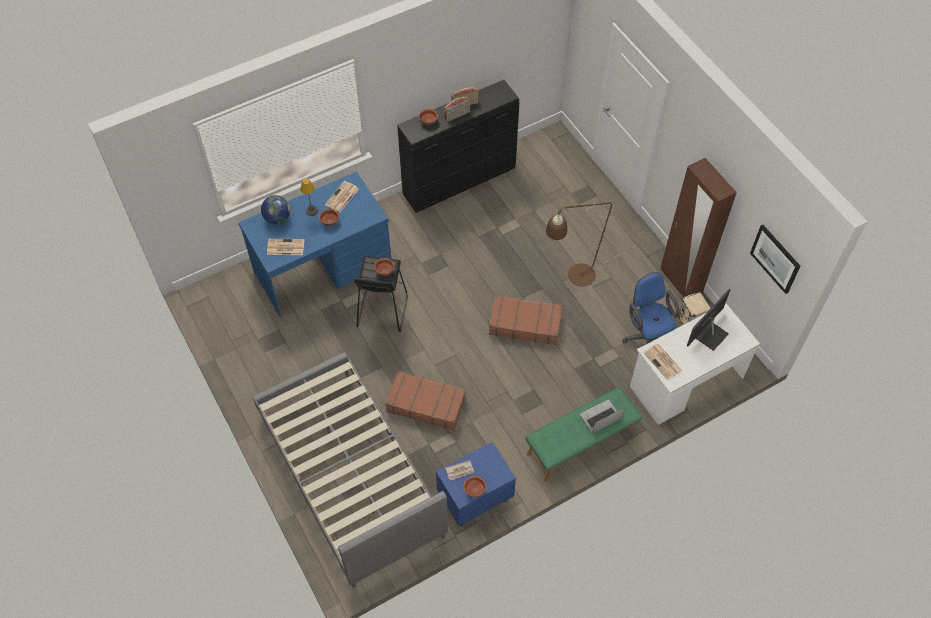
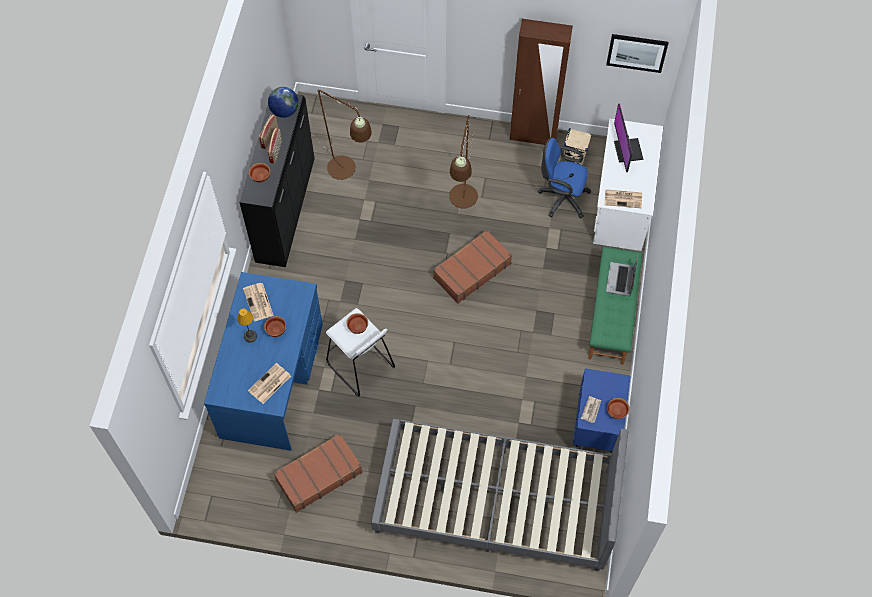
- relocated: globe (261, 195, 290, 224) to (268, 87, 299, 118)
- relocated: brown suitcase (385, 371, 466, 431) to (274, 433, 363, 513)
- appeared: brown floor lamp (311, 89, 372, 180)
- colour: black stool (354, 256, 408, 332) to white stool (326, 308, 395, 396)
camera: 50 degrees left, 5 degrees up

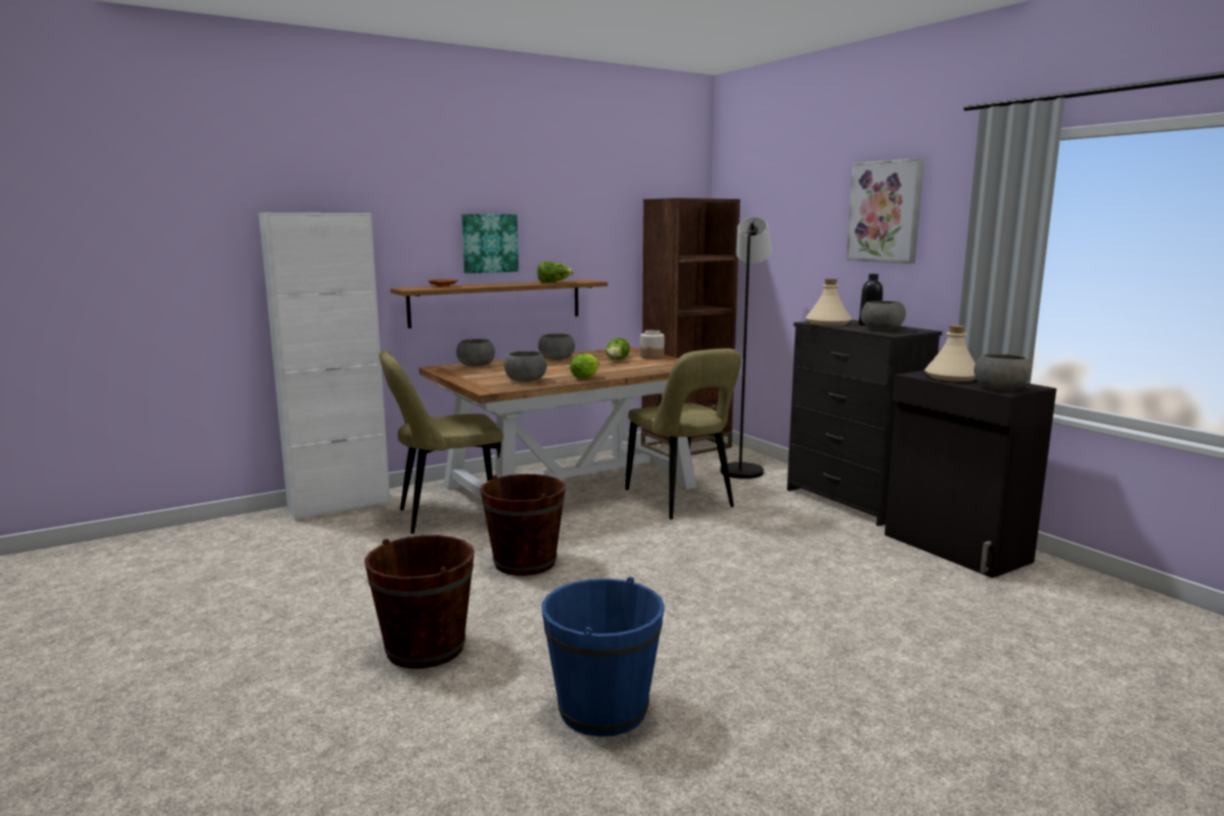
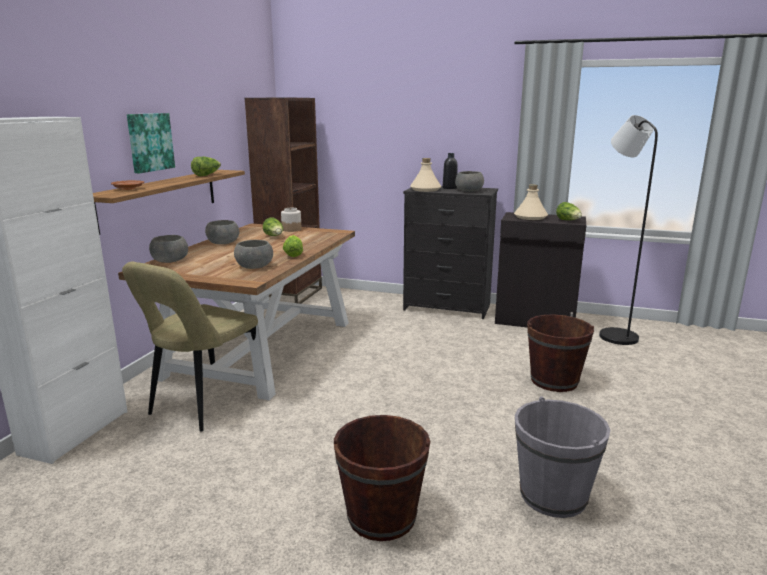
- colour: blue bucket (542, 577, 665, 737) to grey bucket (515, 397, 610, 518)
- relocated: brown bucket (480, 474, 566, 576) to (527, 315, 594, 392)
- exchanged: grey bowl (974, 354, 1032, 390) to lettuce (556, 202, 582, 220)
- relocated: black floor lamp (720, 217, 772, 479) to (599, 115, 658, 345)
- missing: beige chair (625, 348, 741, 520)
- missing: picture (846, 158, 924, 264)
camera: 40 degrees left, 5 degrees up

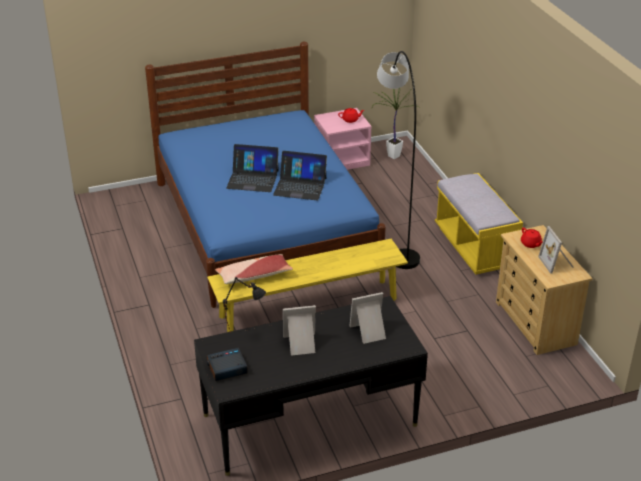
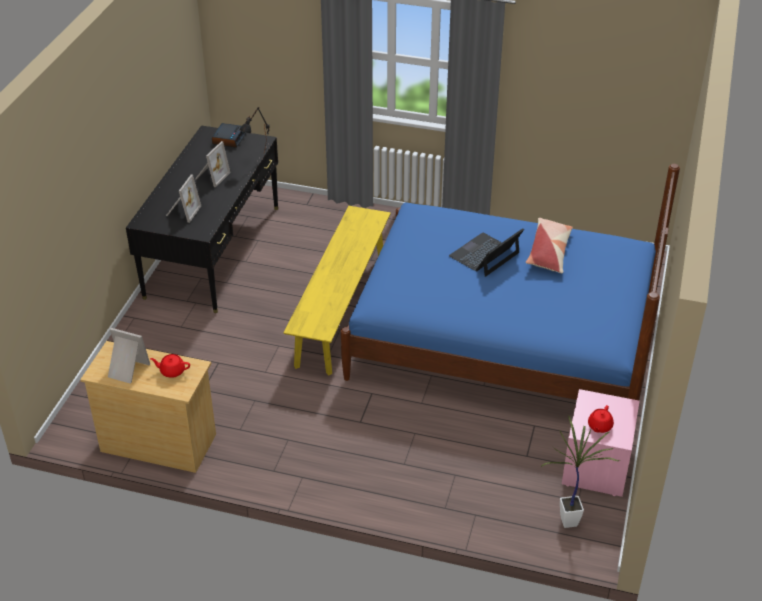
- relocated: pillow (215, 254, 293, 284) to (526, 218, 573, 273)
- missing: laptop (273, 151, 327, 201)
- missing: grey floor lamp (377, 51, 420, 269)
- missing: yellow bench (435, 173, 523, 274)
camera: 125 degrees right, 5 degrees up

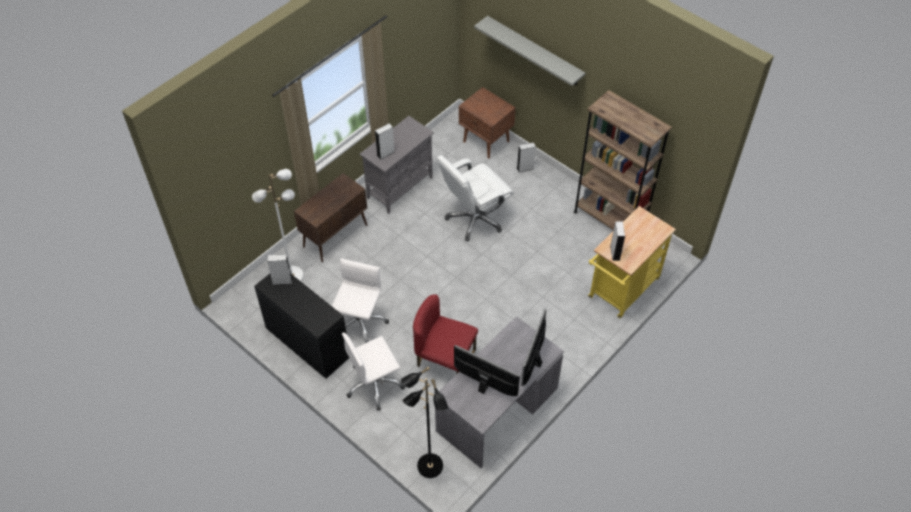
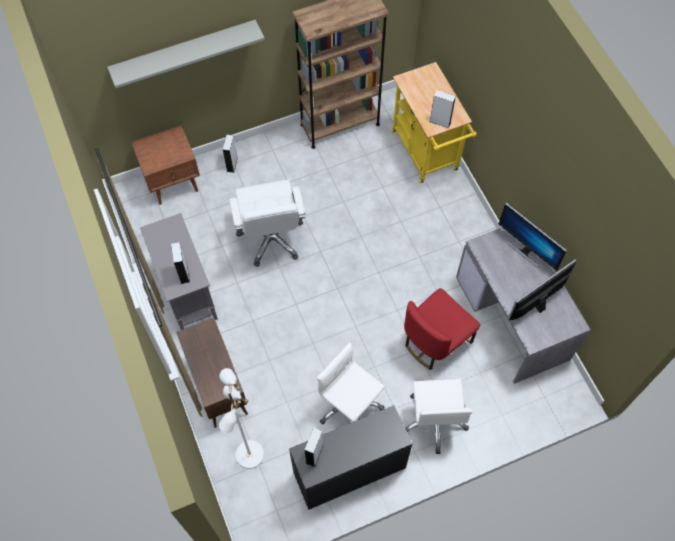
- missing: black floor lamp (401, 366, 448, 478)
camera: 65 degrees left, 10 degrees up

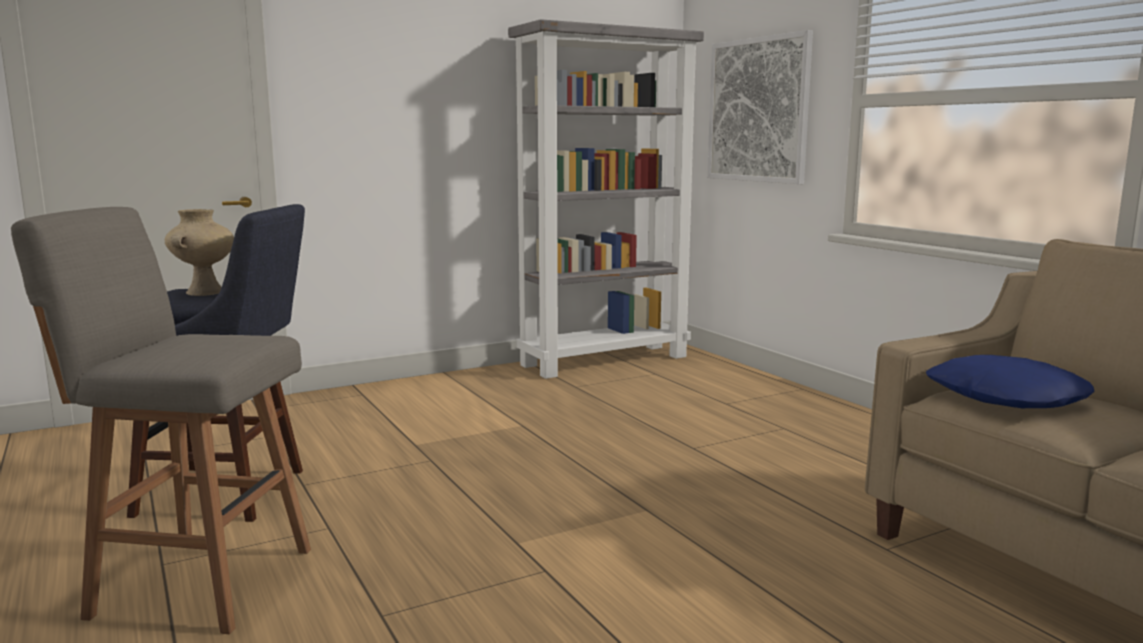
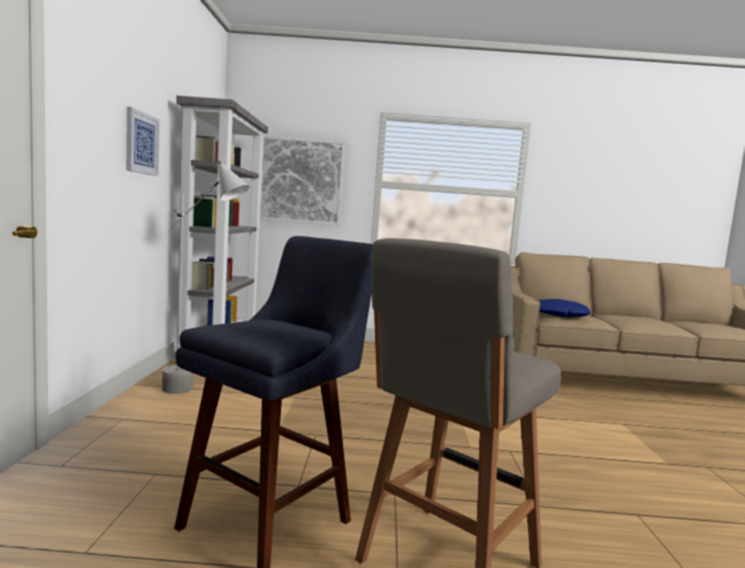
- appeared: picture (126, 107, 160, 176)
- appeared: grey floor lamp (162, 161, 250, 394)
- missing: beige vase (165, 209, 234, 296)
camera: 60 degrees left, 5 degrees down

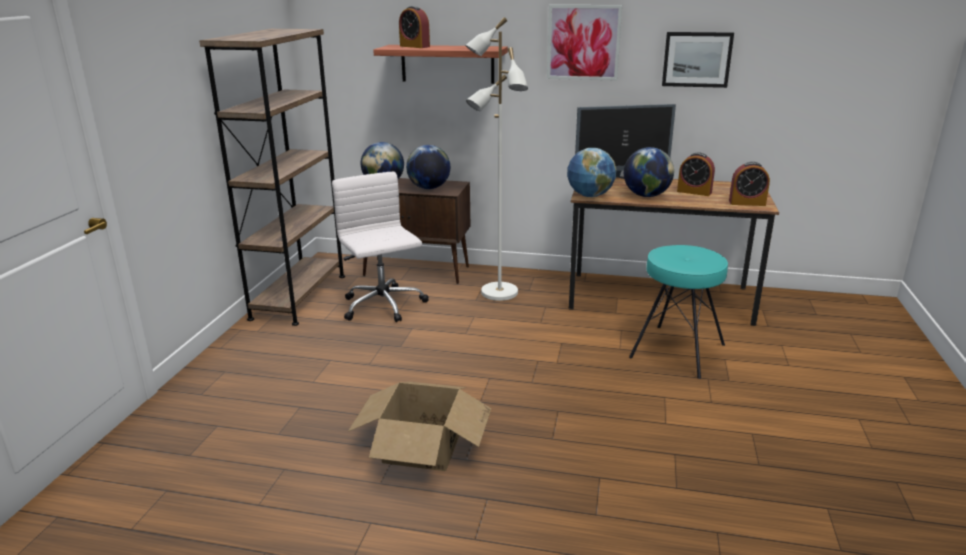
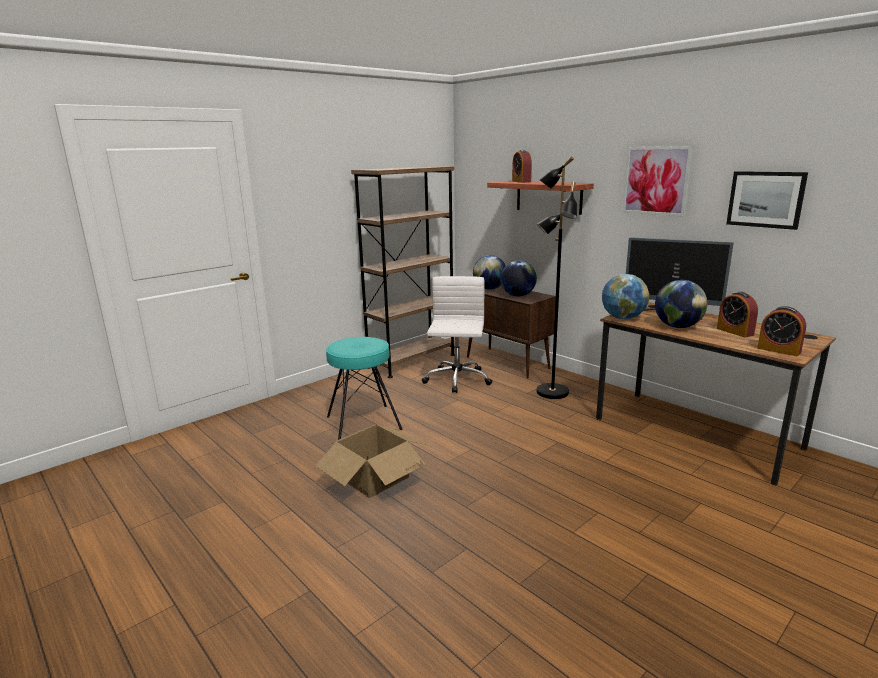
- relocated: turquoise stool (629, 245, 728, 379) to (326, 337, 403, 440)
- colour: white floor lamp (465, 17, 528, 301) to black floor lamp (536, 156, 577, 399)
camera: 35 degrees right, 5 degrees down

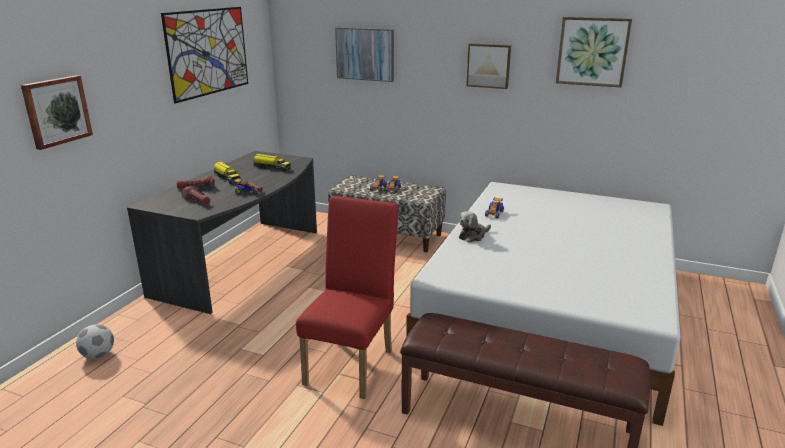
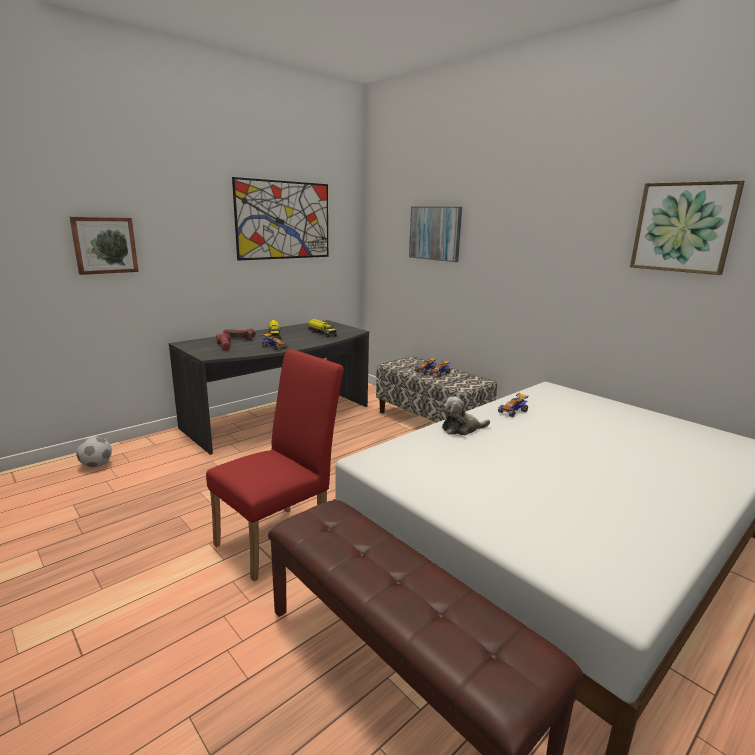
- missing: picture (466, 44, 511, 89)
camera: 25 degrees right, 5 degrees down

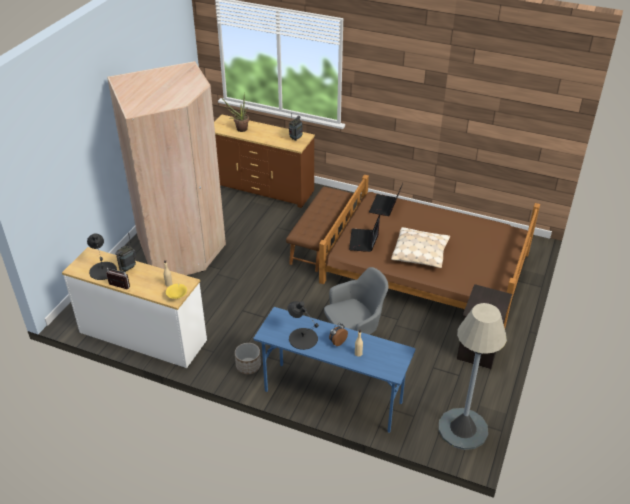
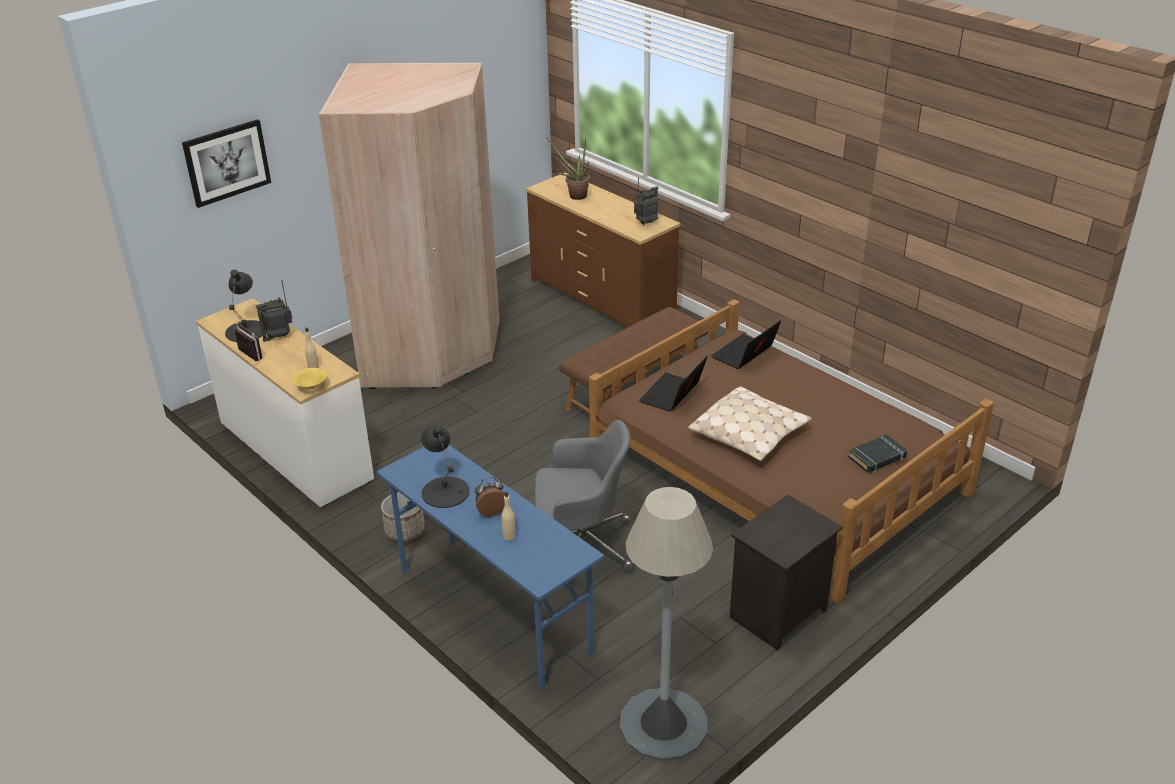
- appeared: picture (182, 119, 271, 208)
- appeared: black book (848, 434, 907, 473)
camera: 25 degrees right, 5 degrees down

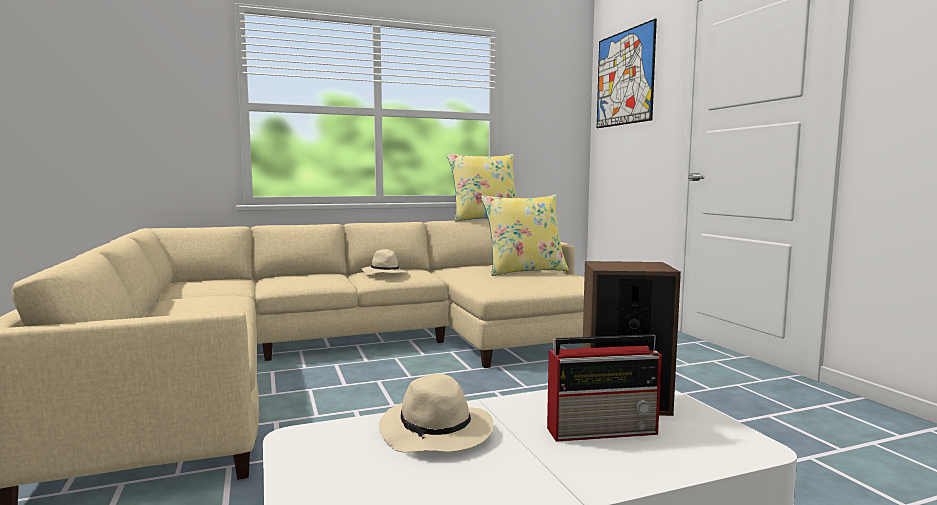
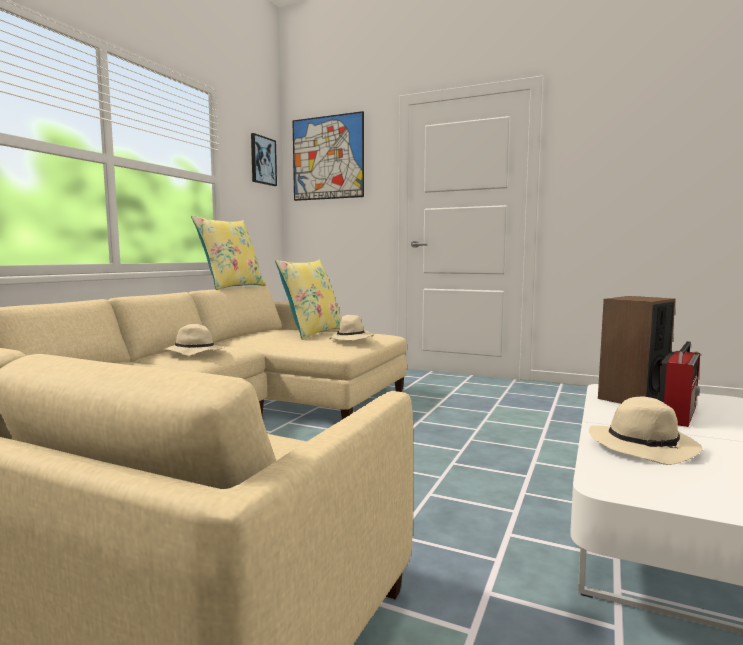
- appeared: picture (251, 133, 277, 186)
- appeared: beige hat (330, 315, 373, 340)
camera: 45 degrees left, 0 degrees up

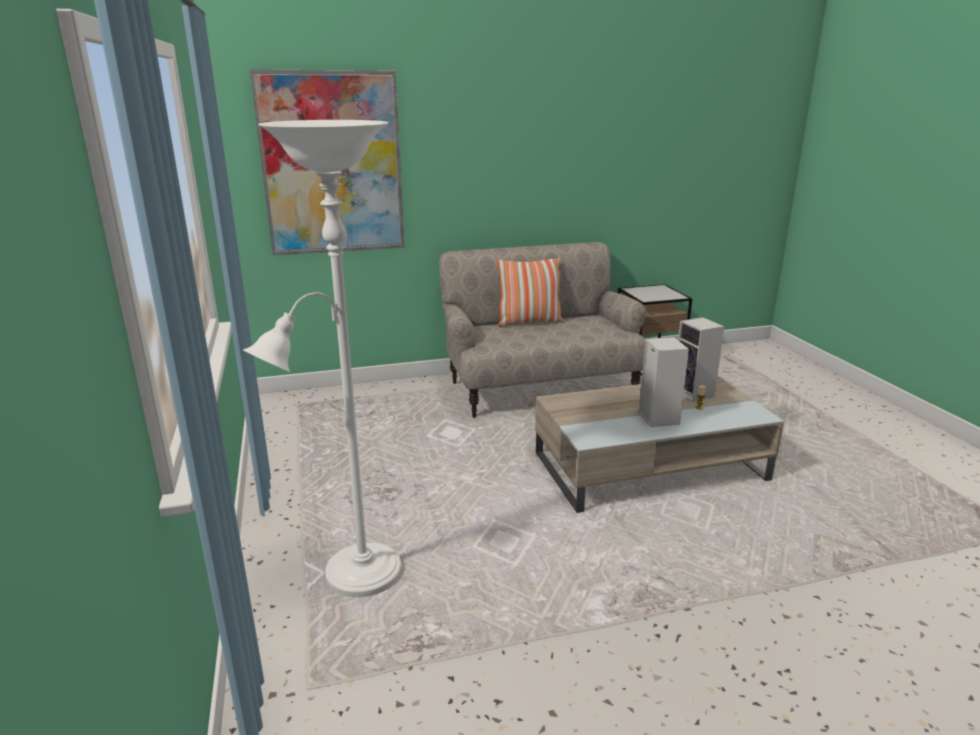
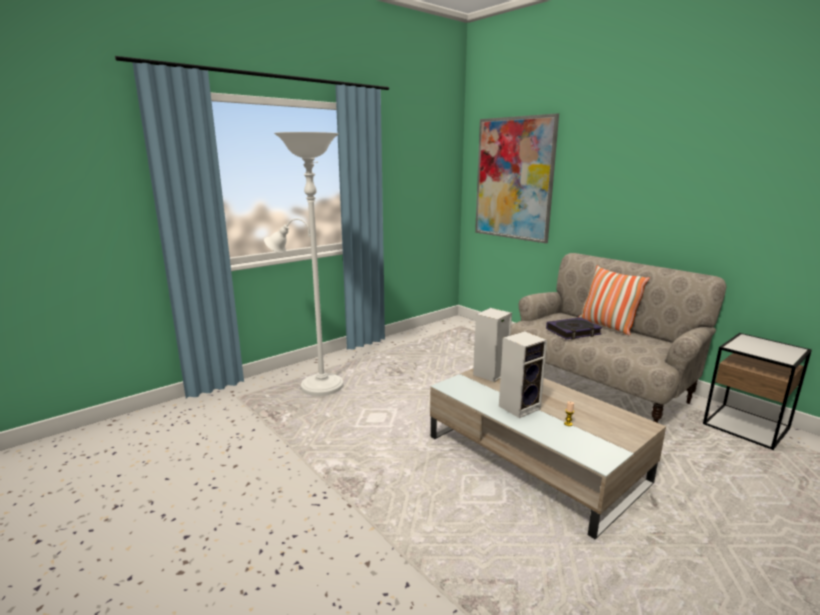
- relocated: speaker (678, 317, 724, 402) to (473, 308, 512, 382)
- appeared: book (546, 317, 602, 340)
camera: 65 degrees right, 5 degrees down

